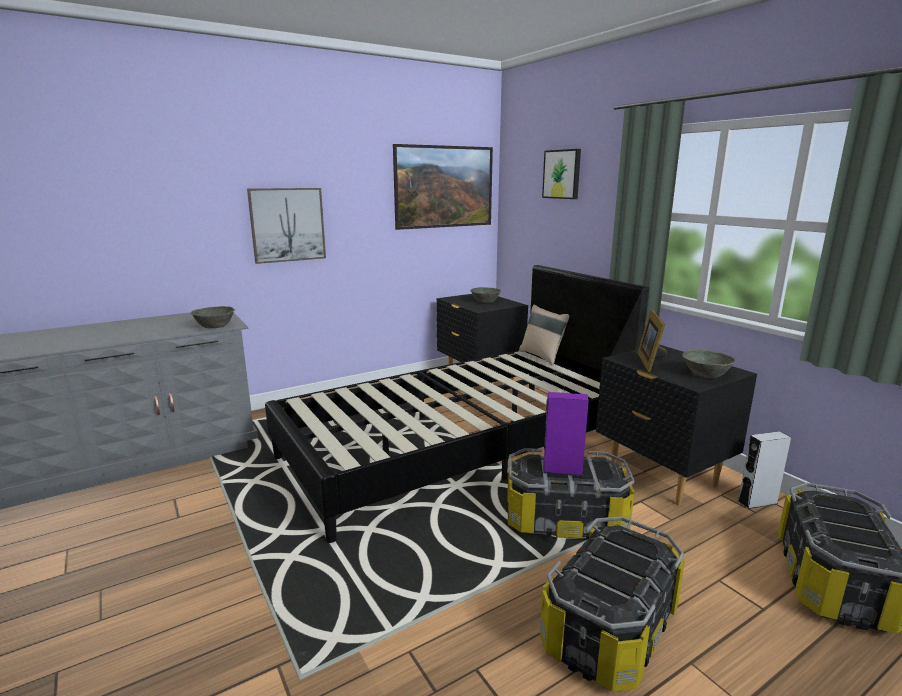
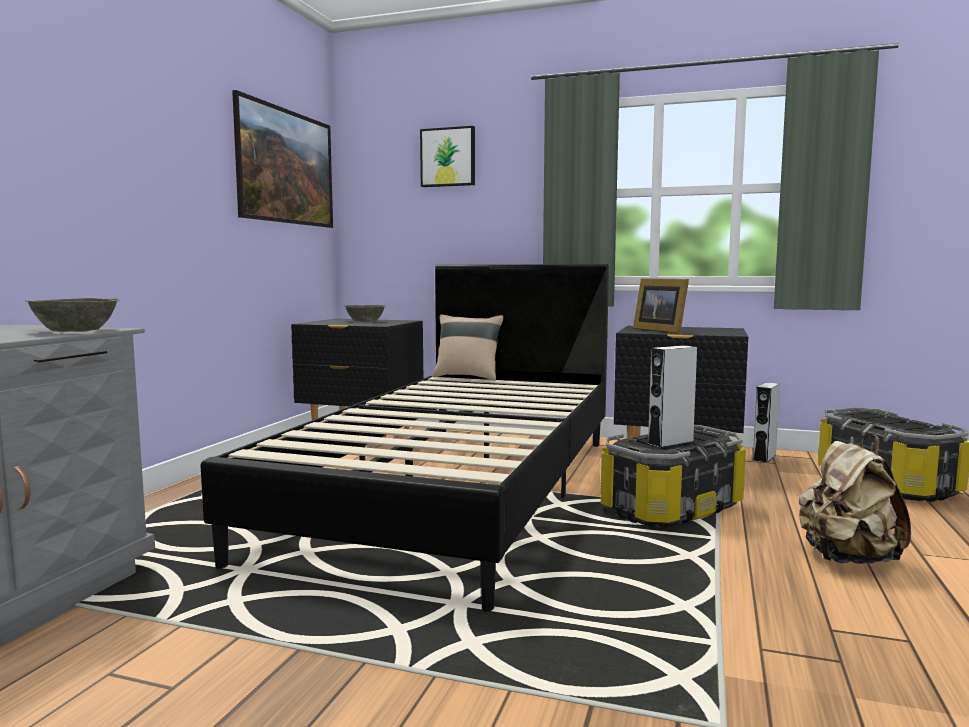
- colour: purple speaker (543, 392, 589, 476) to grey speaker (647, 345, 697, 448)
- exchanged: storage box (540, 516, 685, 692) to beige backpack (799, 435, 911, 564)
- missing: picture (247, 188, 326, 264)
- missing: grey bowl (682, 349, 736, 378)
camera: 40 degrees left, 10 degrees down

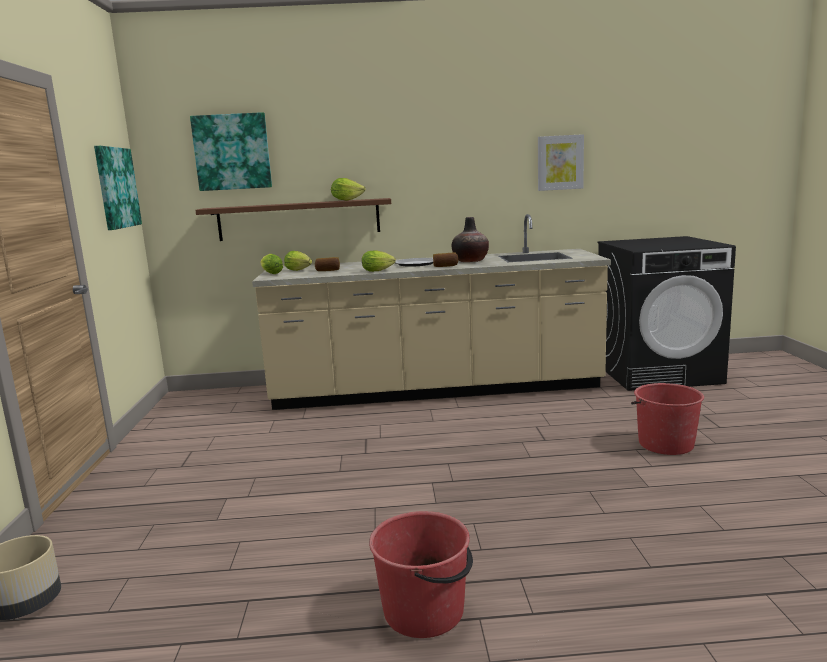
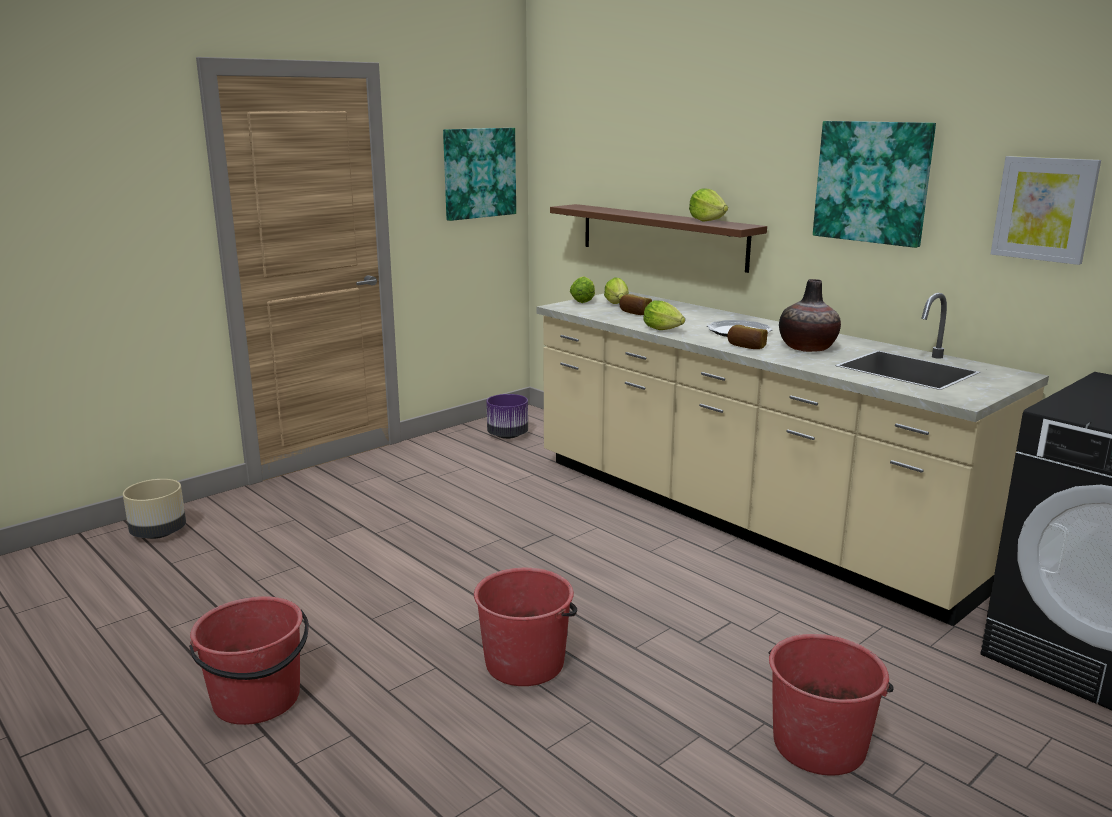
- appeared: red bucket (474, 568, 577, 686)
- appeared: purple planter (486, 394, 528, 439)
- relocated: picture (190, 112, 272, 191) to (813, 121, 936, 248)
camera: 50 degrees right, 5 degrees up

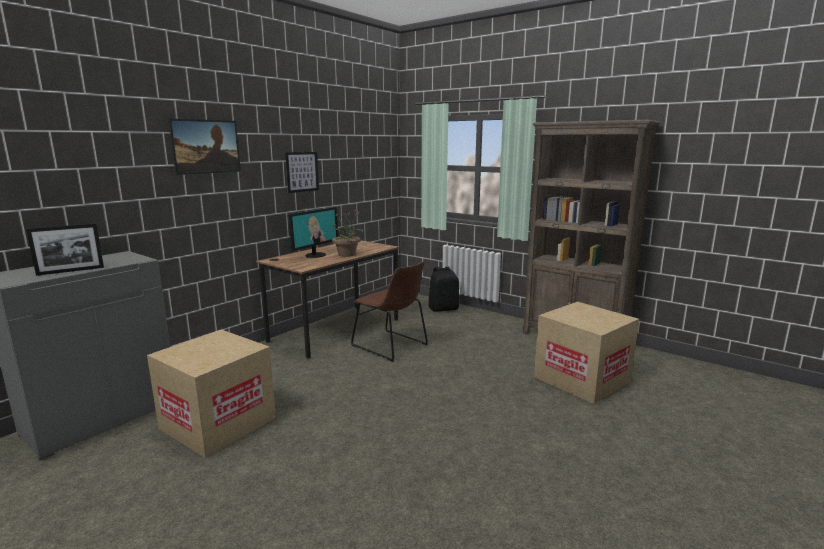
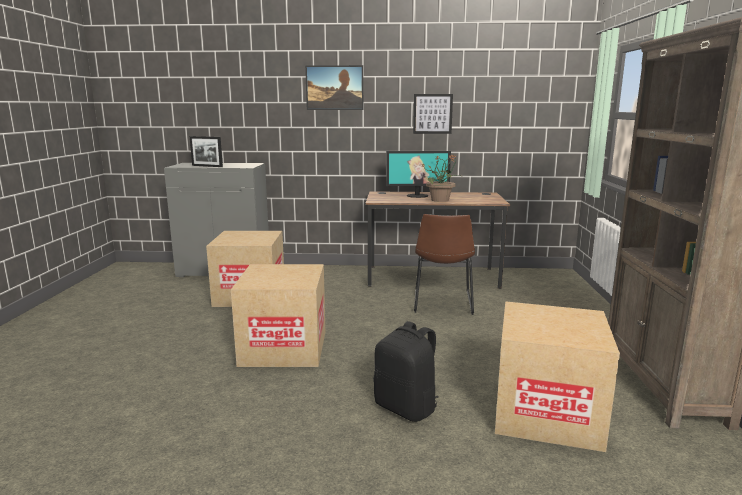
- appeared: cardboard box (231, 264, 325, 367)
- relocated: black backpack (428, 267, 459, 312) to (373, 321, 438, 422)
camera: 55 degrees right, 0 degrees up

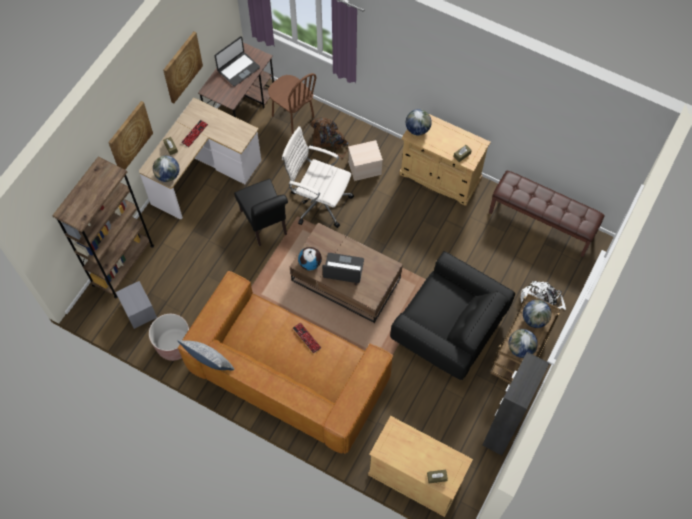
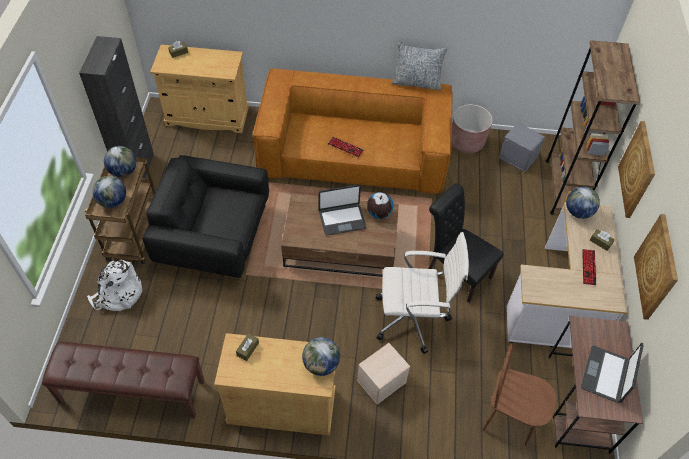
- missing: brown backpack (310, 118, 349, 159)
camera: 155 degrees right, 10 degrees down

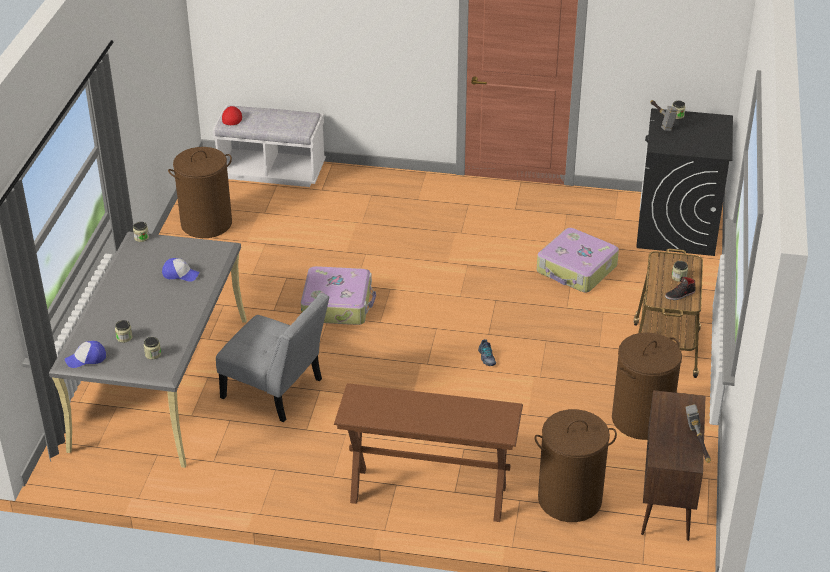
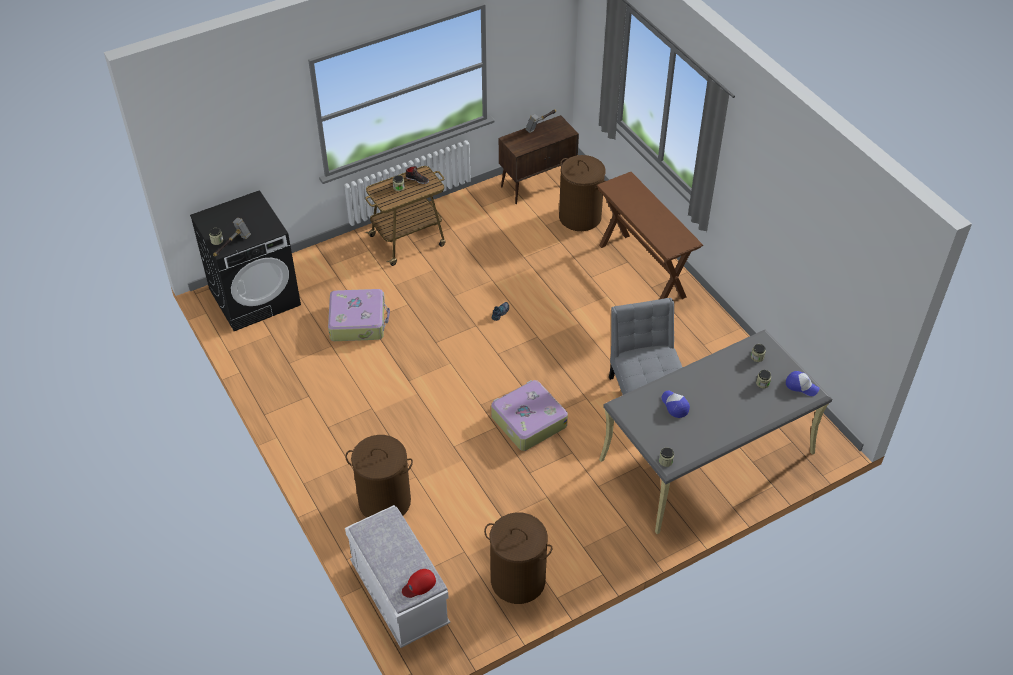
- relocated: brown laundry basket (612, 333, 682, 440) to (345, 435, 413, 518)
camera: 130 degrees left, 10 degrees up

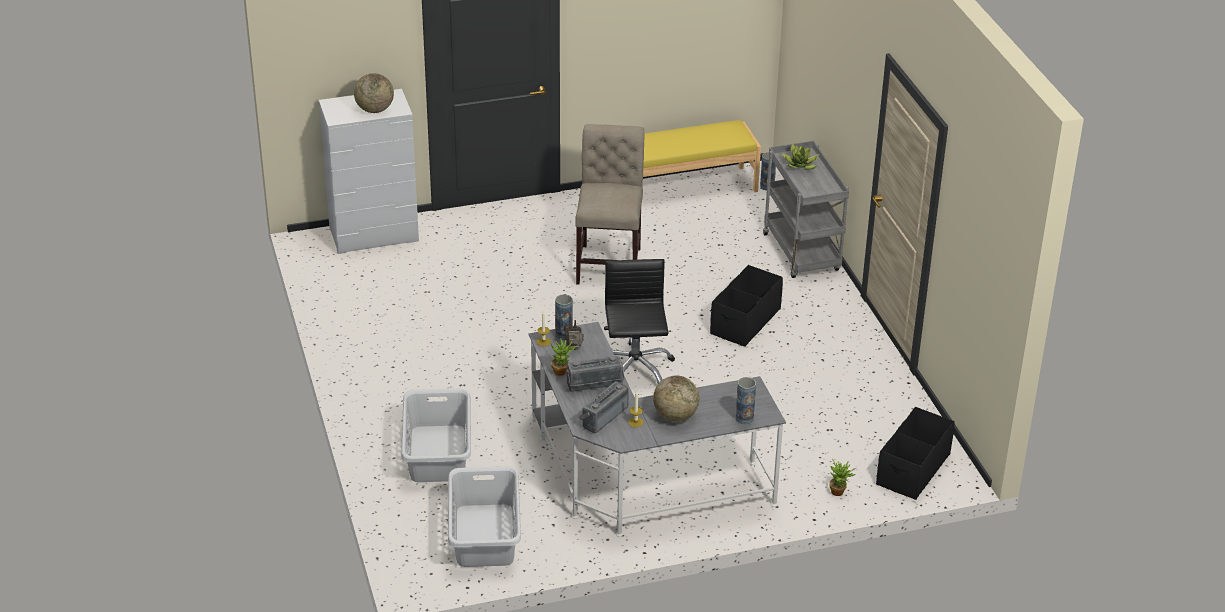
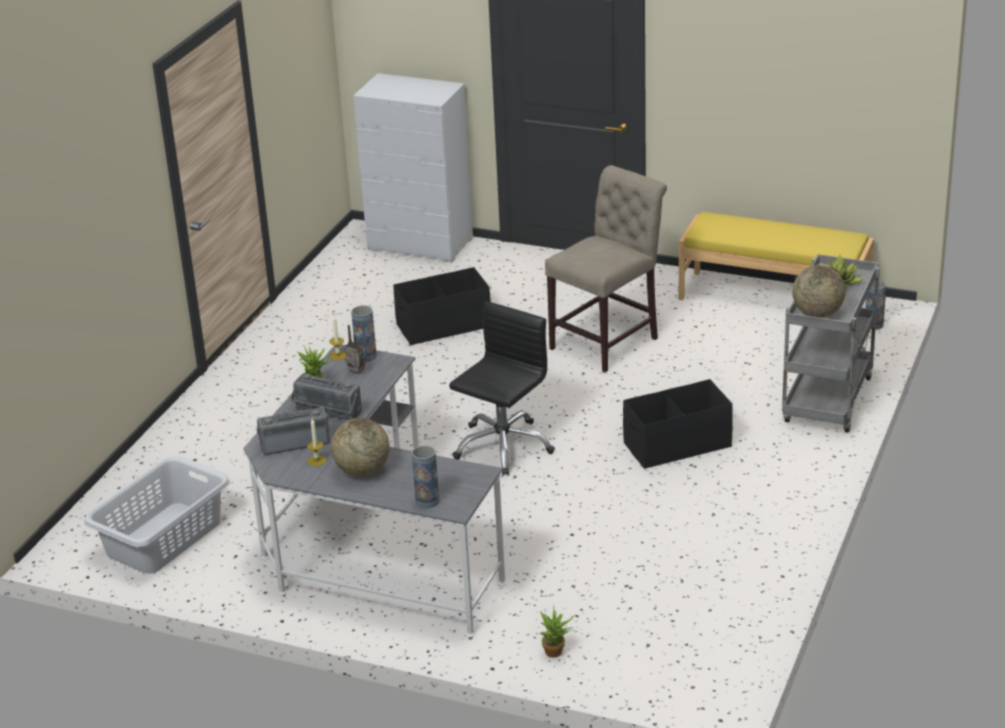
- relocated: black storage box (876, 407, 955, 500) to (393, 267, 491, 345)
- relocated: globe (354, 73, 394, 113) to (792, 265, 845, 318)
- missing: grey laundry basket (401, 388, 471, 482)
camera: 40 degrees right, 5 degrees down

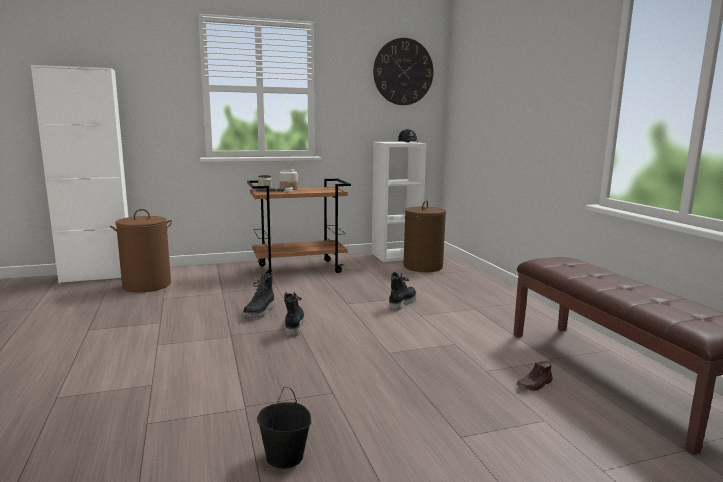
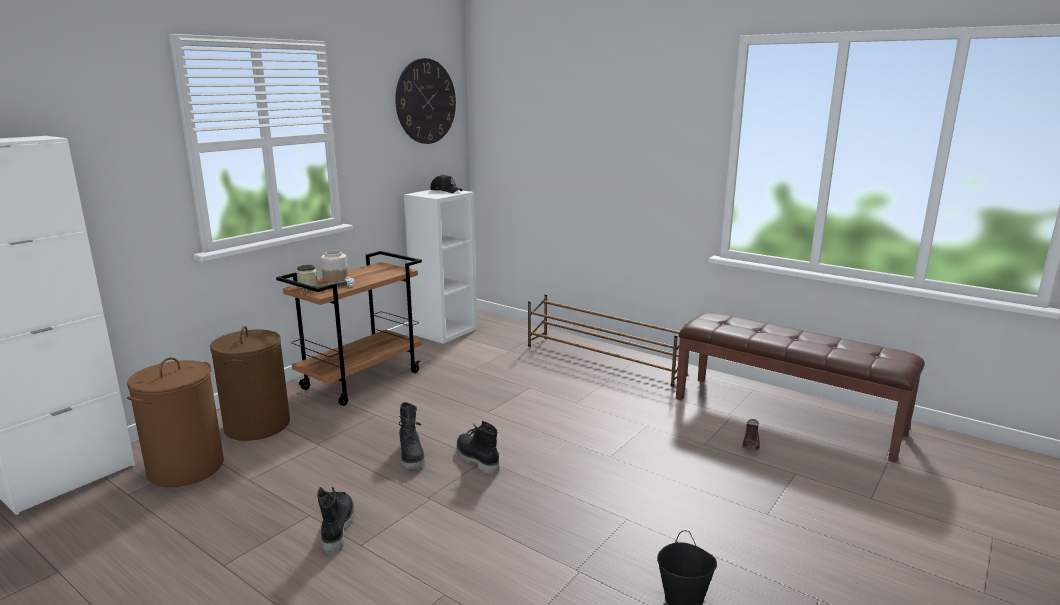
- relocated: brown laundry basket (404, 200, 446, 272) to (210, 326, 290, 441)
- relocated: black boot (389, 271, 416, 311) to (317, 487, 354, 553)
- appeared: brown shoe rack (528, 294, 689, 387)
camera: 35 degrees left, 5 degrees up

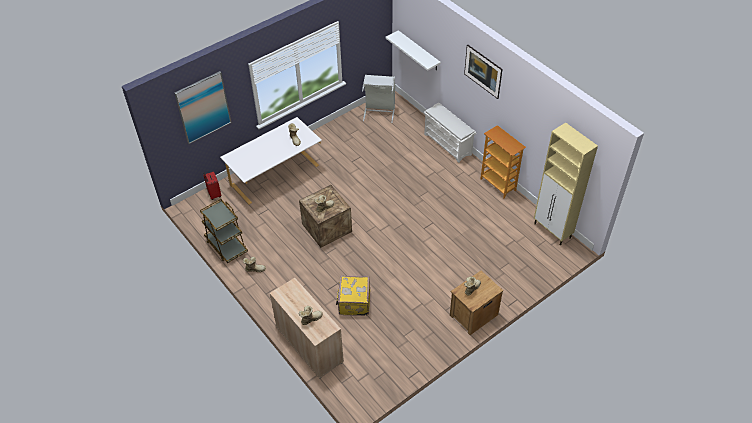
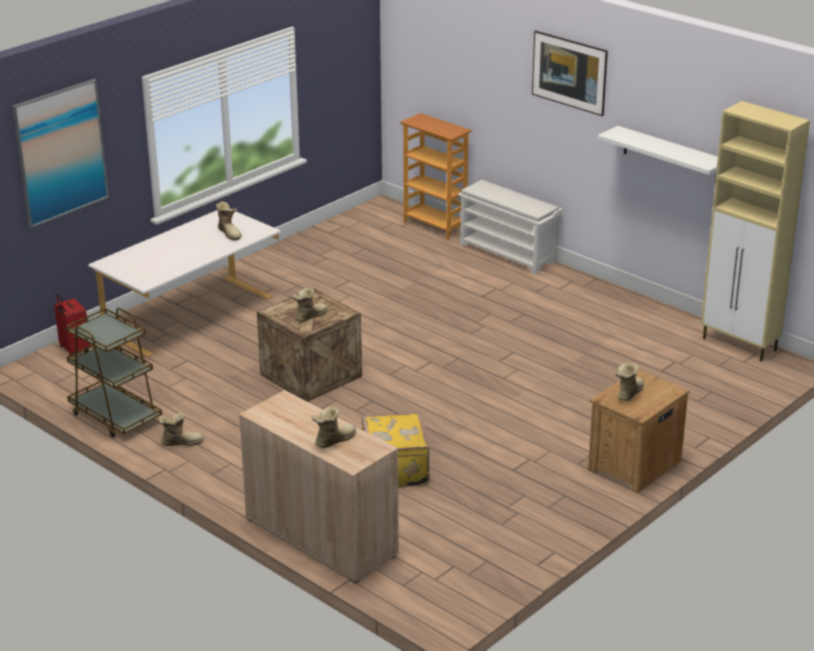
- relocated: bookcase (481, 125, 526, 198) to (400, 113, 472, 240)
- relocated: white shelf (386, 30, 441, 71) to (598, 126, 718, 180)
- missing: grey laundry basket (362, 75, 395, 122)
camera: 10 degrees left, 20 degrees down

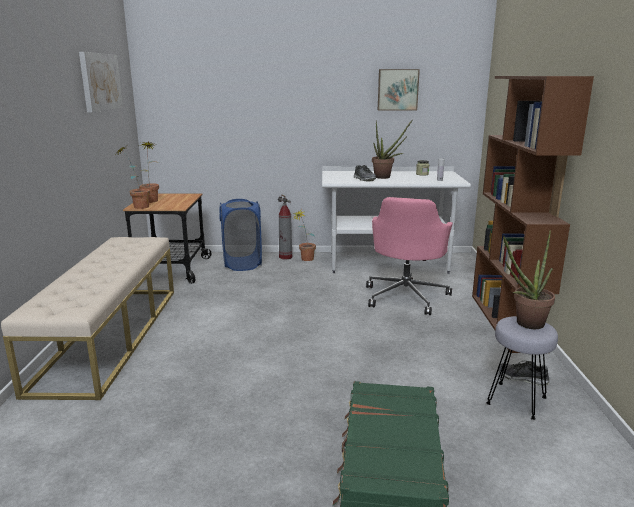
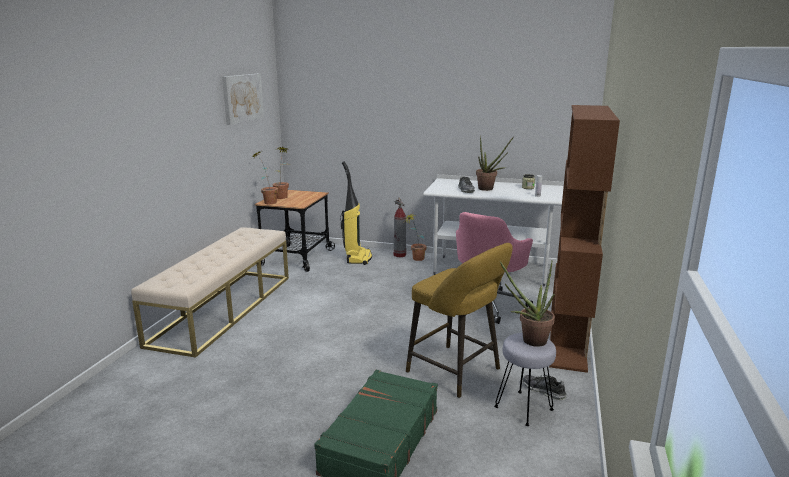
- exchanged: blue laundry basket (220, 199, 262, 271) to vacuum cleaner (340, 161, 372, 265)
- appeared: yellow stool (406, 243, 513, 398)
- missing: picture (378, 69, 420, 110)
camera: 15 degrees right, 0 degrees up

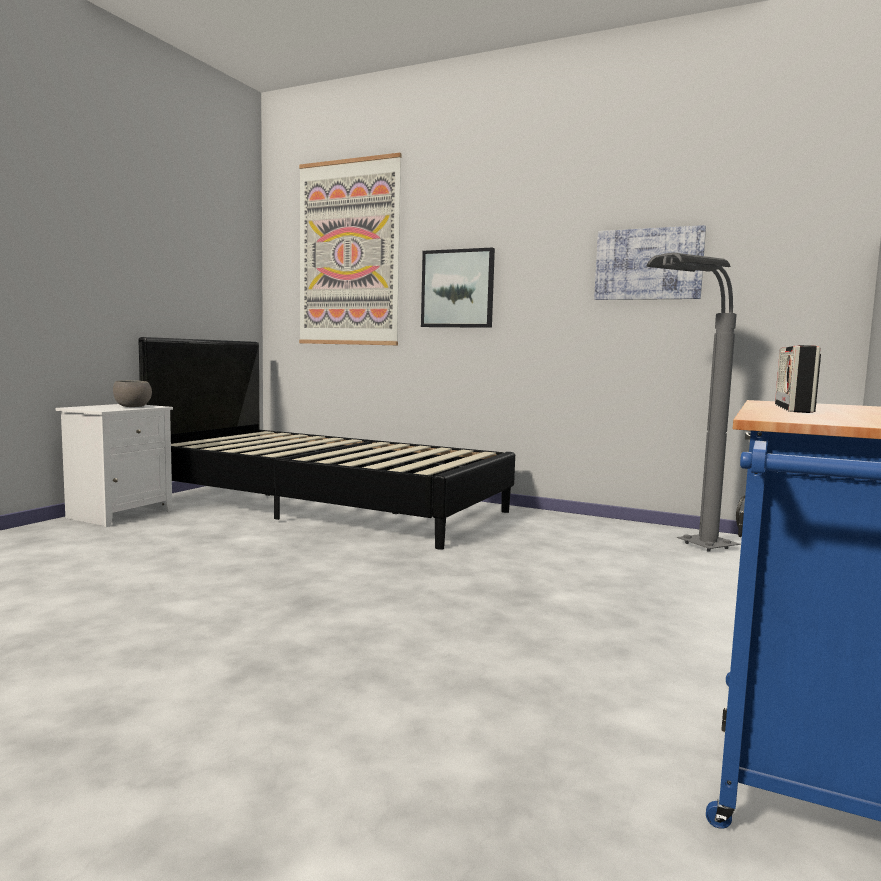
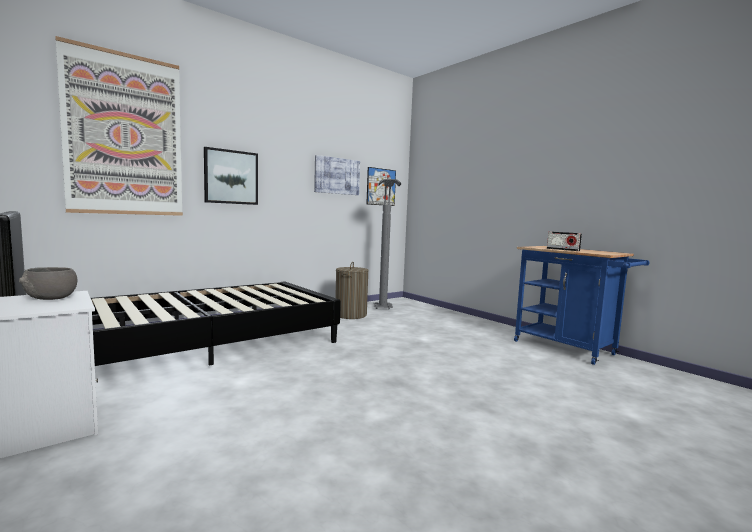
- appeared: laundry basket (335, 262, 369, 319)
- appeared: picture (366, 167, 396, 206)
camera: 65 degrees left, 0 degrees up

